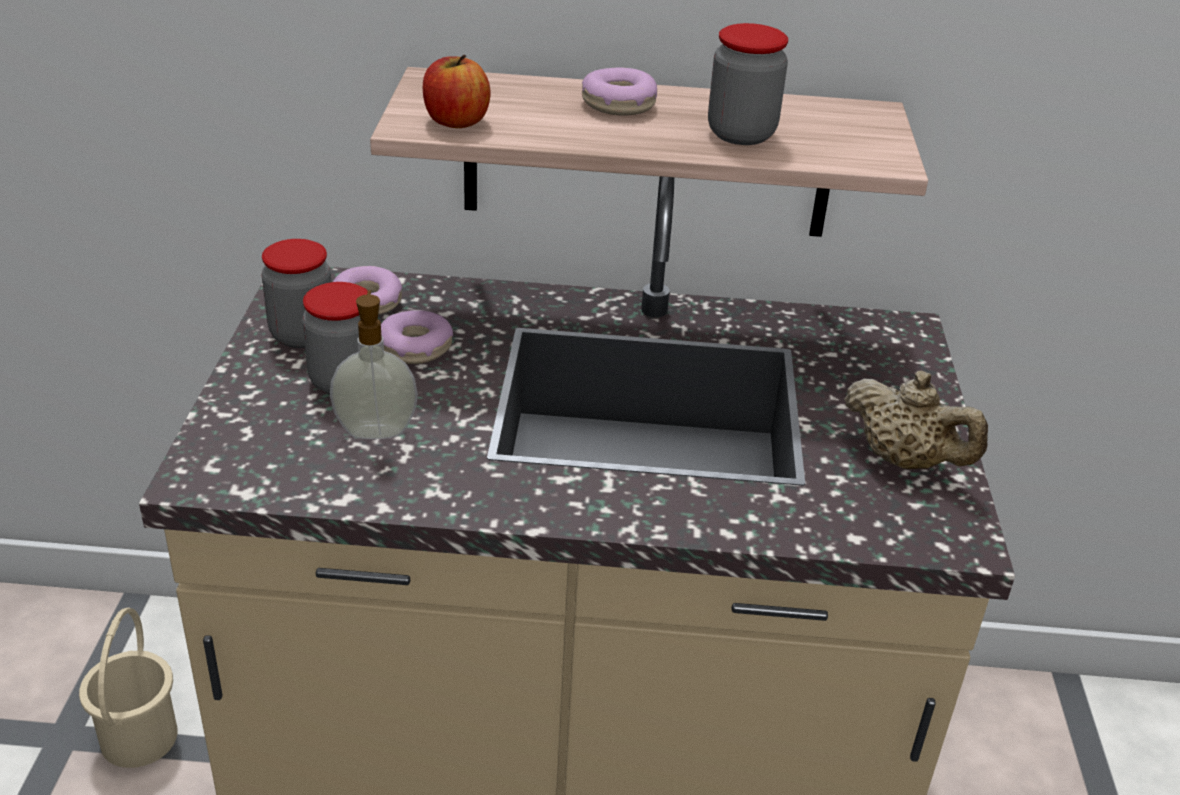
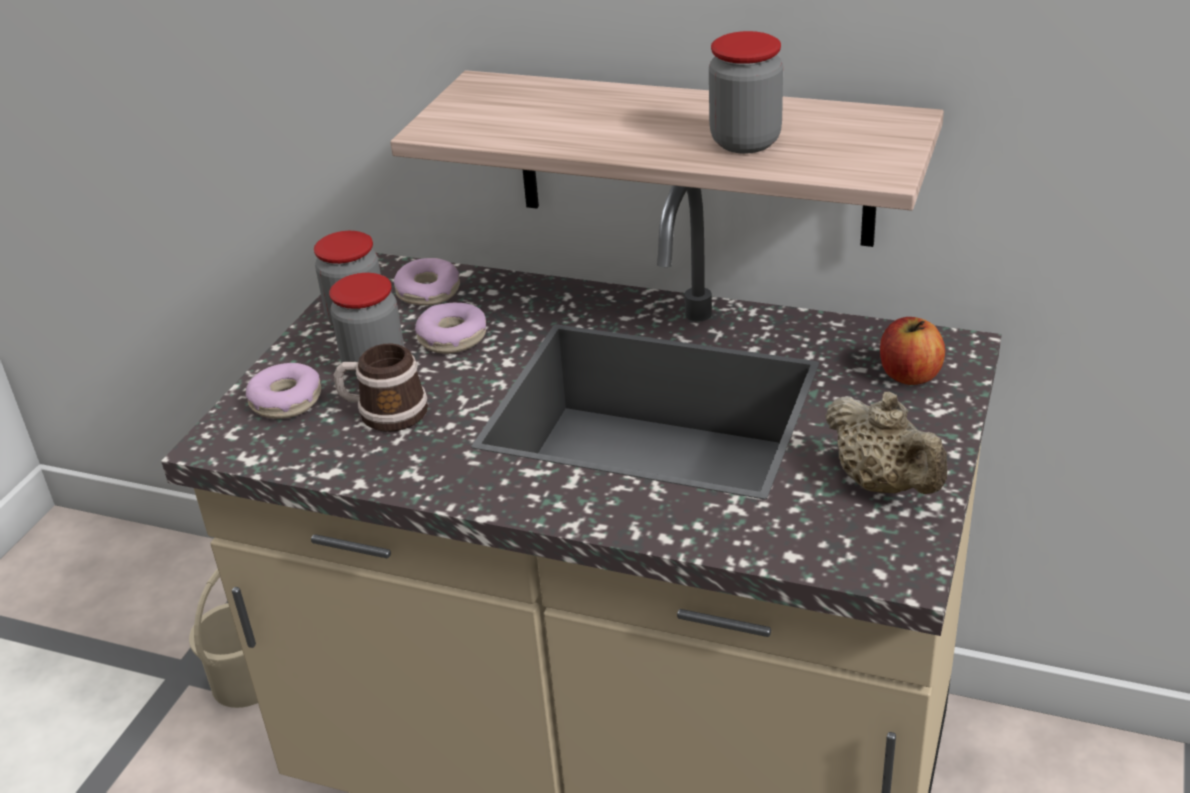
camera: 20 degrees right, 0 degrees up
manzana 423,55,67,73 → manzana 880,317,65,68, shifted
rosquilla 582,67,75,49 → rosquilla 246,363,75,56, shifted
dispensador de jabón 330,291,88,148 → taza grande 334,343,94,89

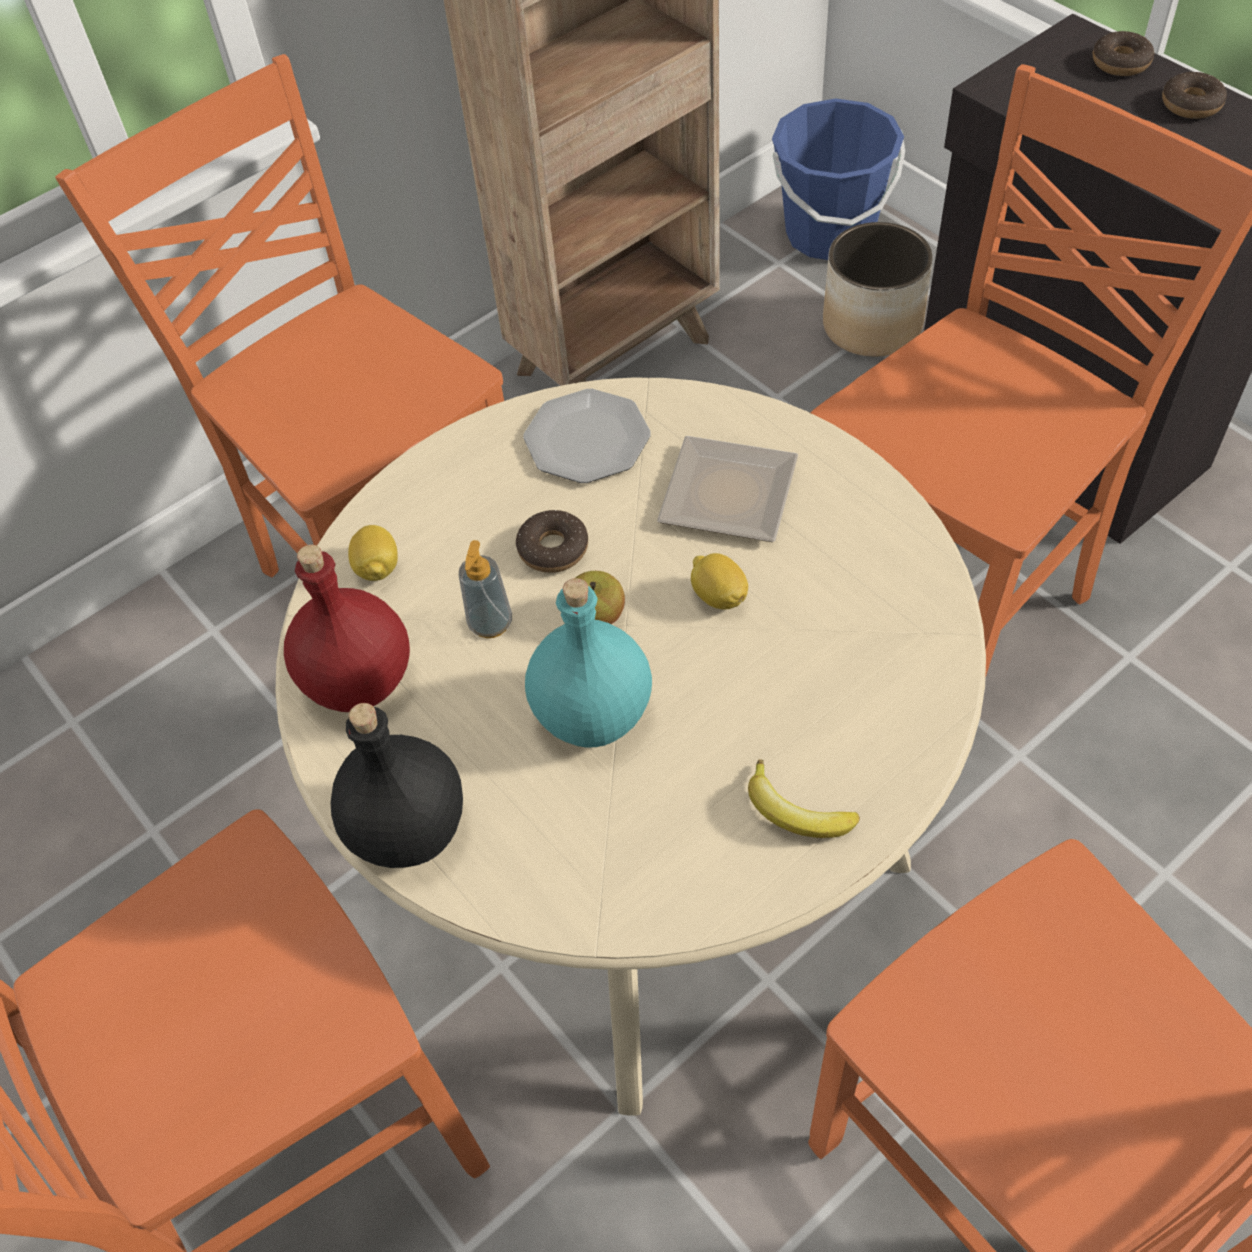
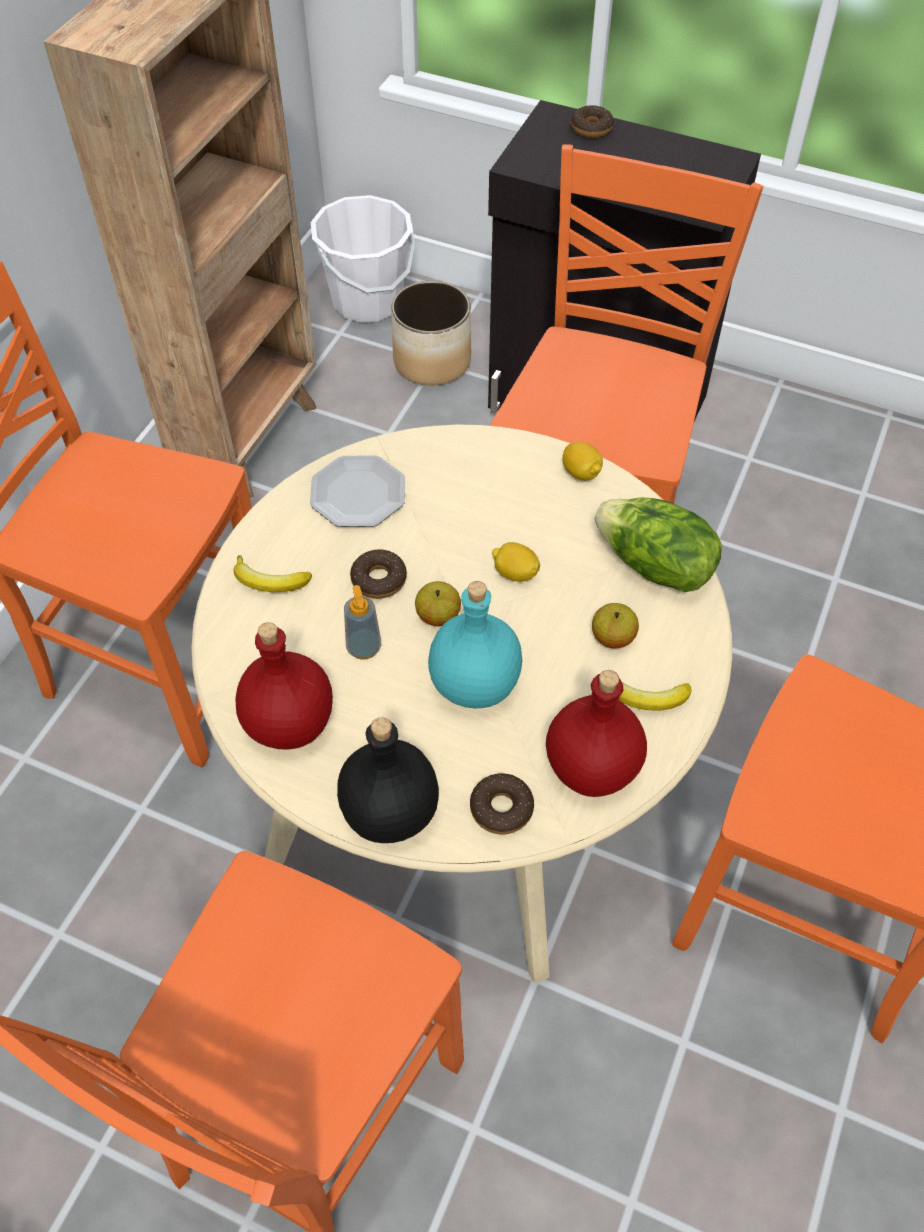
camera: 30 degrees left, 0 degrees up
rosquilla 1162,72,65,47 → rosquilla 470,774,64,60, shifted
cubo [azul] 772,98,133,162 → cubo [blanco] 311,195,104,128
plato 657,436,141,106 → -
limón 348,525,50,56 → limón 562,442,41,39, shifted
- → lechuga 595,498,127,94
- → plátano 234,555,78,37
- → manzana 592,603,47,46
- → botella [rojo] 546,670,101,127

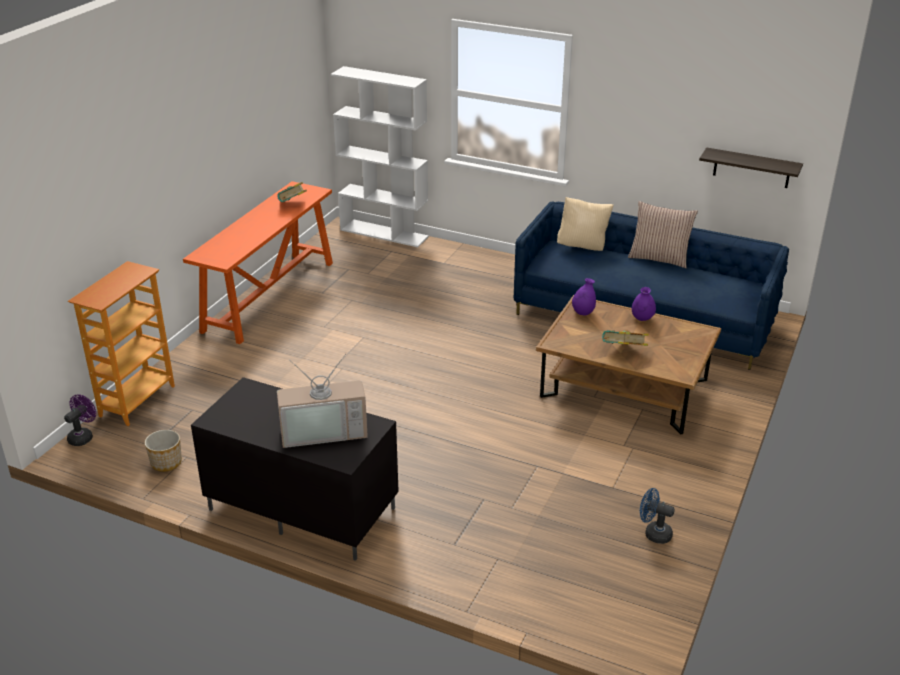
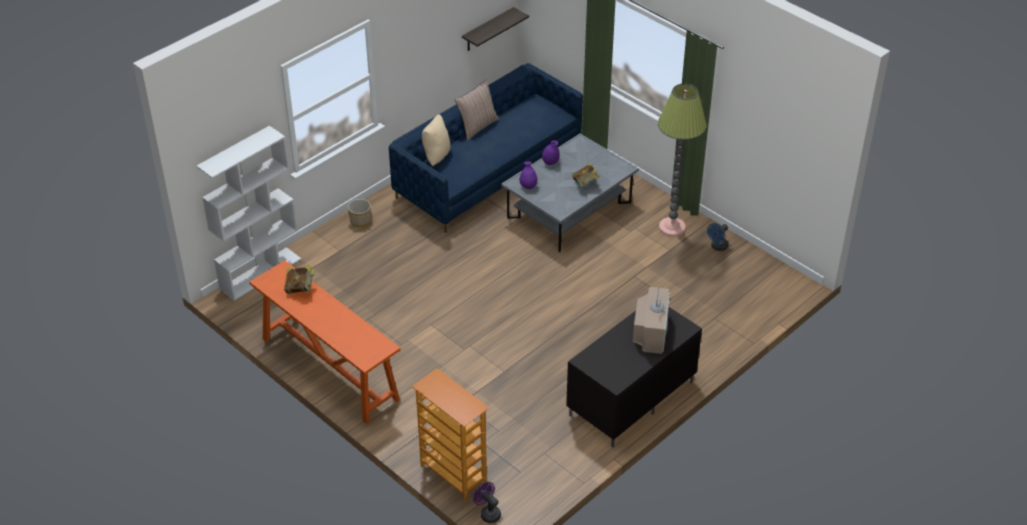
camera: 70 degrees left, 10 degrees up
mesa de centro [marrón] 536,295,185,139 → mesa de centro [gris] 501,134,138,118
maceta 145,430,37,42 → maceta 348,199,23,28, shifted
- → lámpara de pie 658,84,49,153

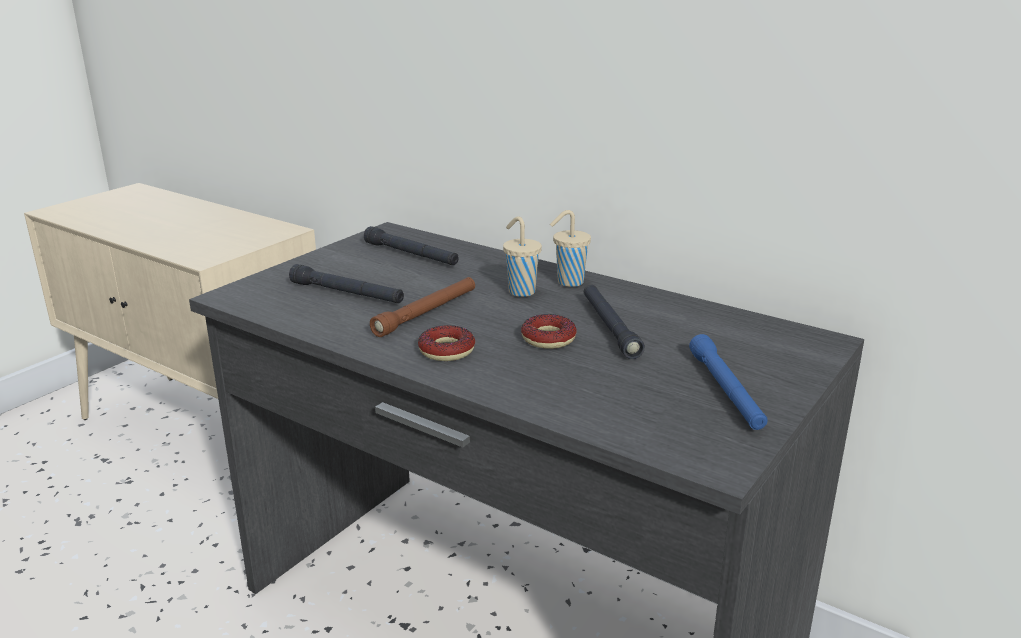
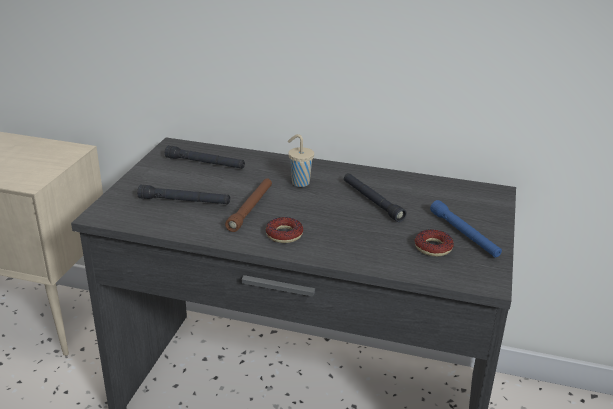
camera: 20 degrees left, 5 degrees up
taza [beis] 550,210,41,77 → -
rosquilla 521,314,56,35 → rosquilla 415,229,39,27, shifted

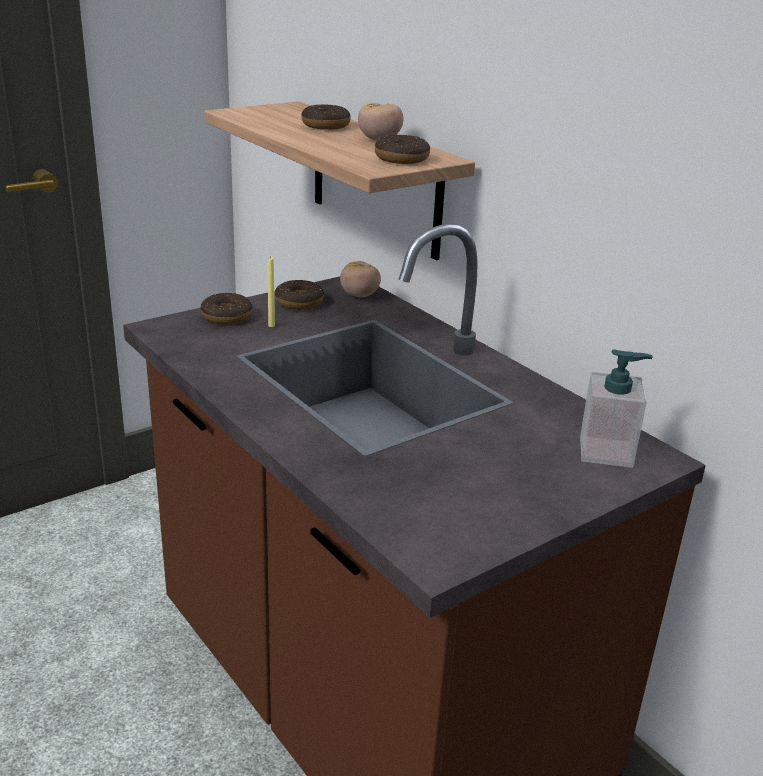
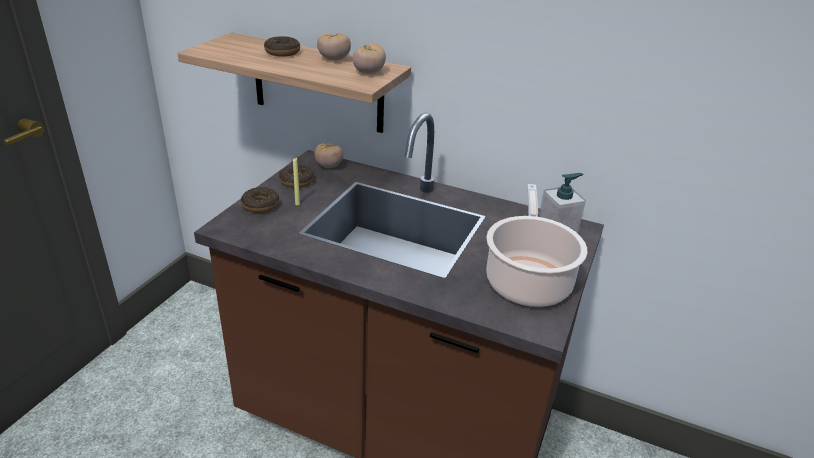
camera: 30 degrees left, 5 degrees up
rosquilla 375,135,55,29 → tomate 353,44,33,30
- → olla 486,184,101,123

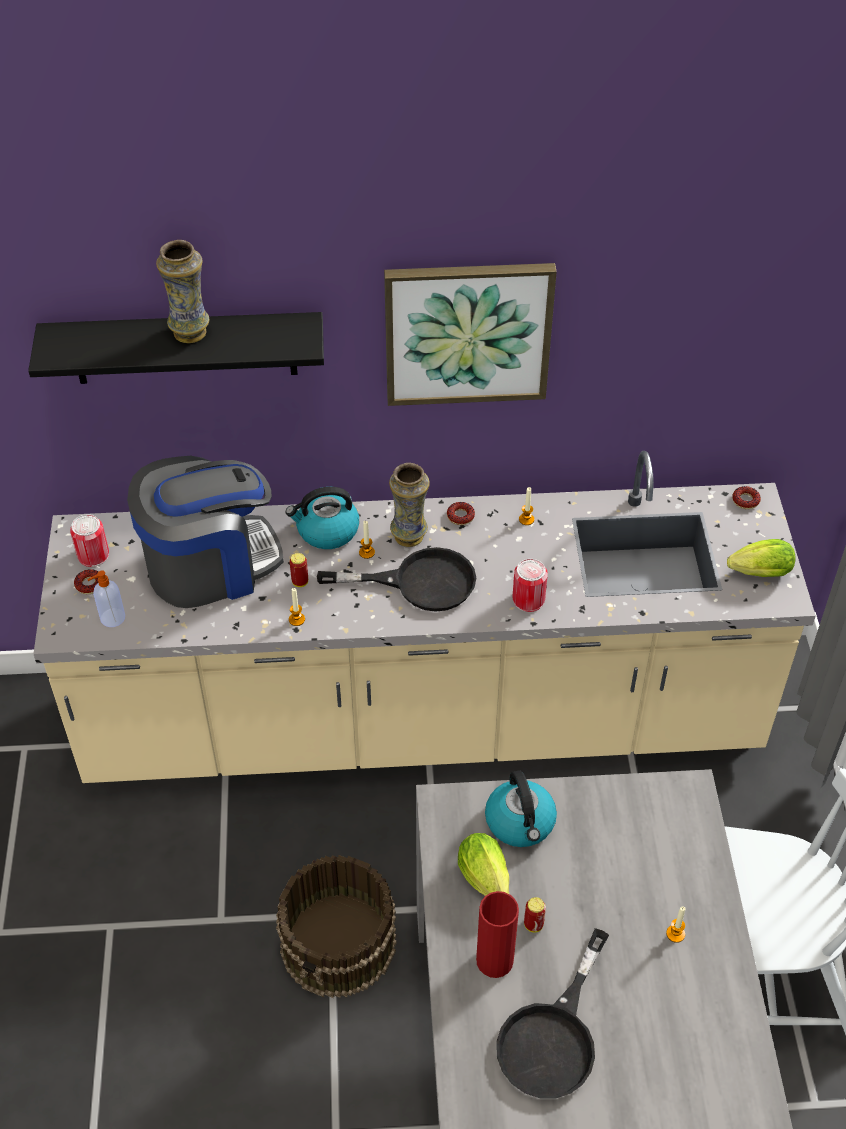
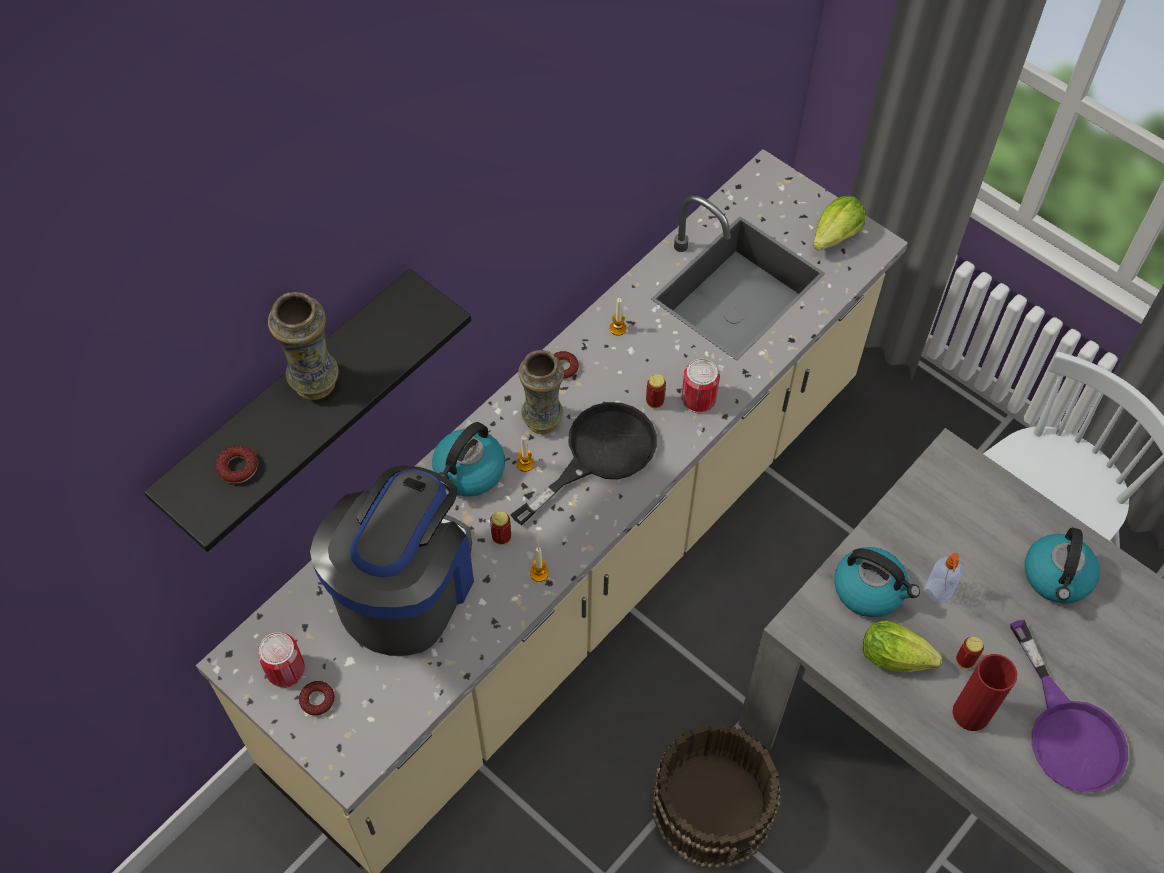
camera: 45 degrees left, 10 degrees up
cuadro 384,263,173,143 → -
rosquilla 732,486,29,23 → rosquilla 216,445,42,39, shifted
dispensador de jabón 87,570,38,57 → dispensador de jabón 925,553,37,49, shifted
vela 666,906,20,37 → hervidor 1025,528,75,76
sartén [negro] 496,928,113,171 → sartén [morado] 1010,620,118,173
- → lata 646,374,20,35

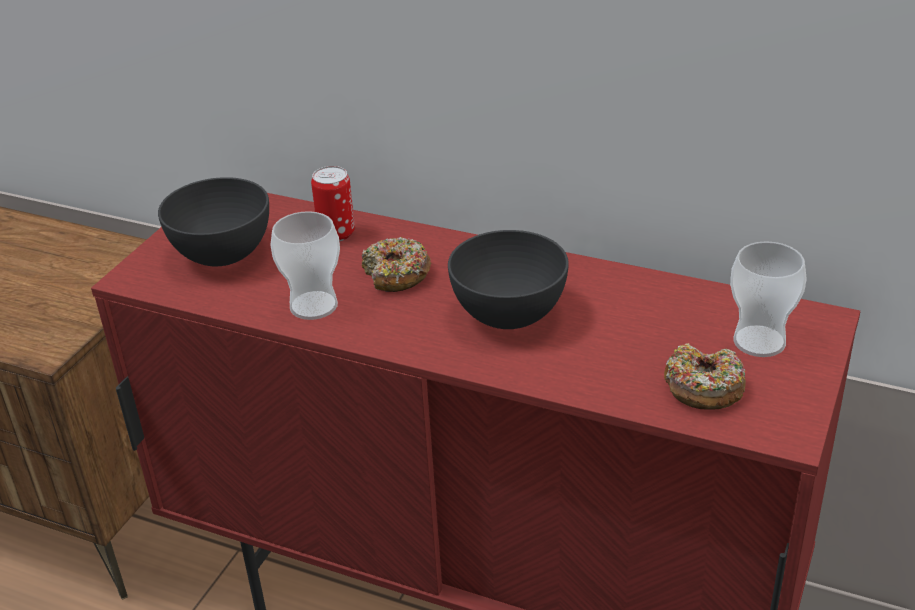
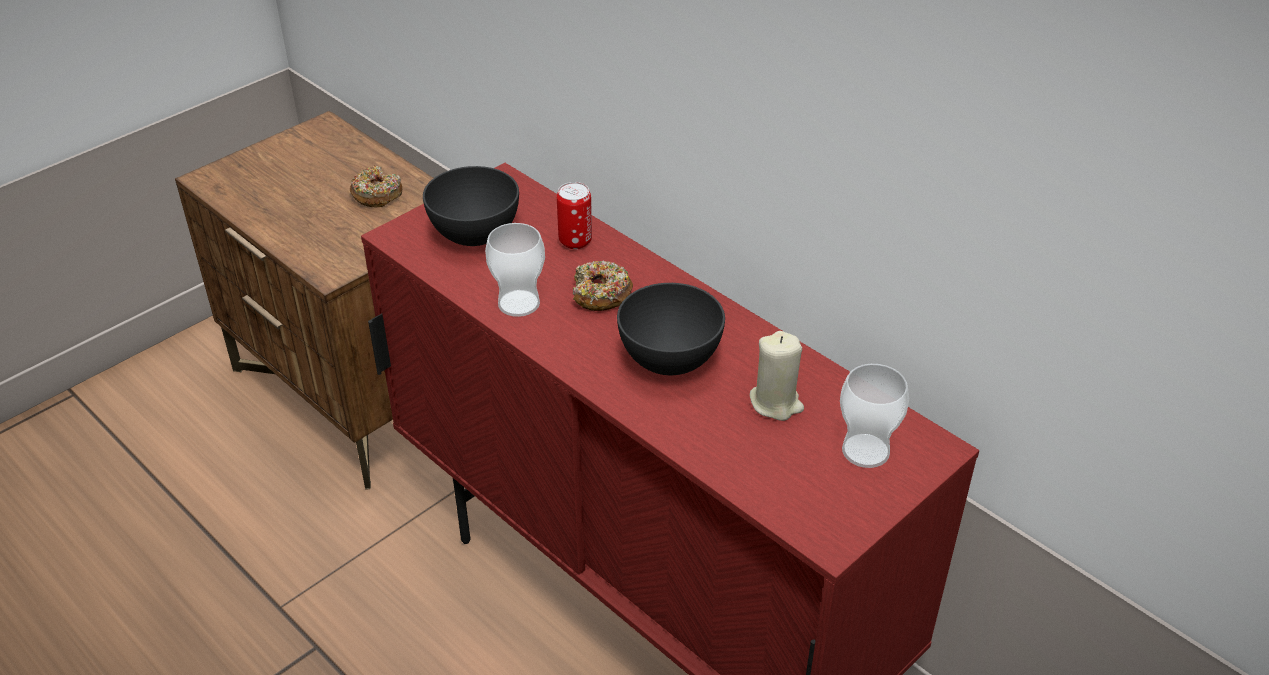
camera: 20 degrees right, 5 degrees up
rosquilla 664,343,82,67 → rosquilla 350,166,52,41, shifted
- → vela [beis] 750,331,54,90

